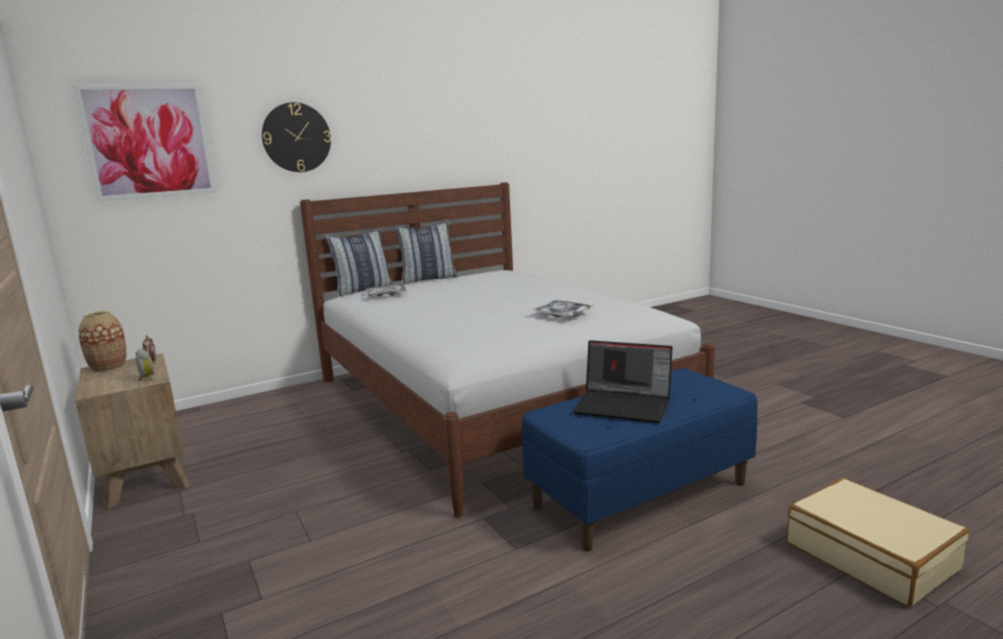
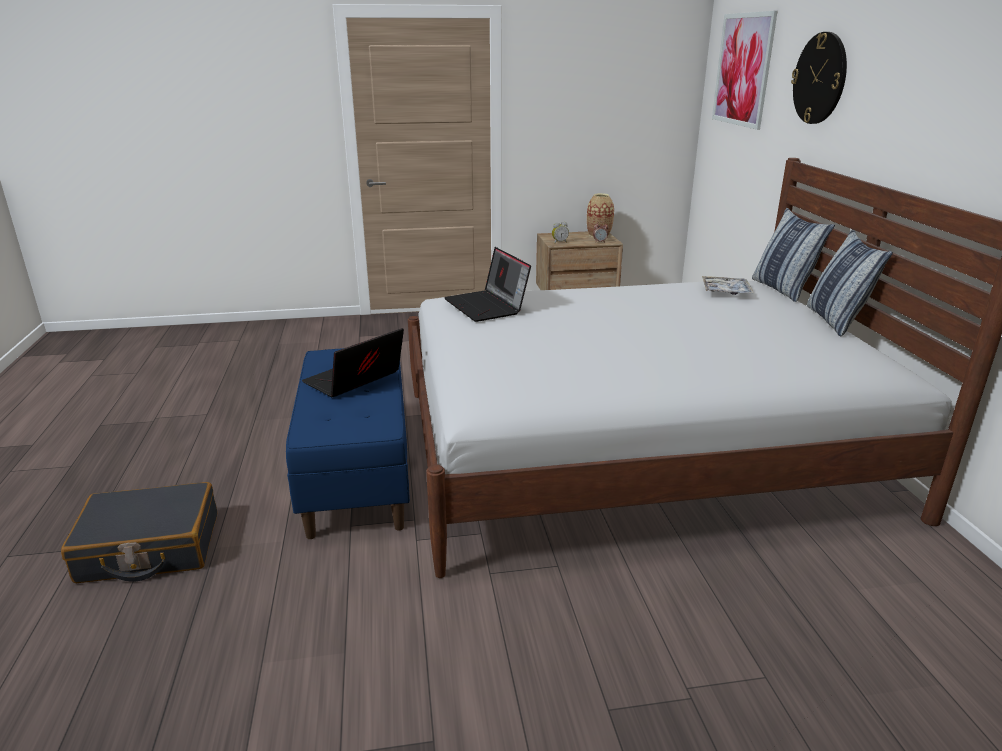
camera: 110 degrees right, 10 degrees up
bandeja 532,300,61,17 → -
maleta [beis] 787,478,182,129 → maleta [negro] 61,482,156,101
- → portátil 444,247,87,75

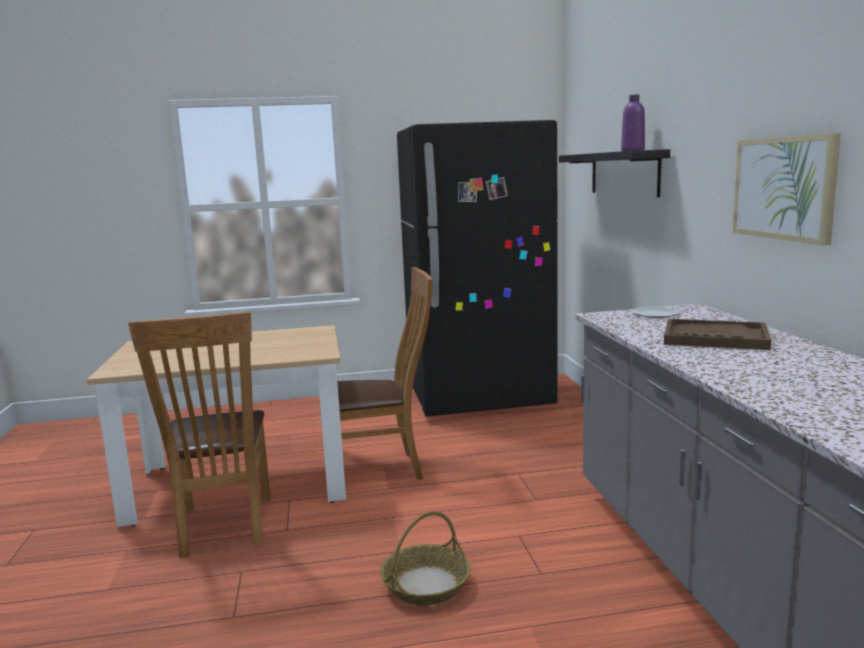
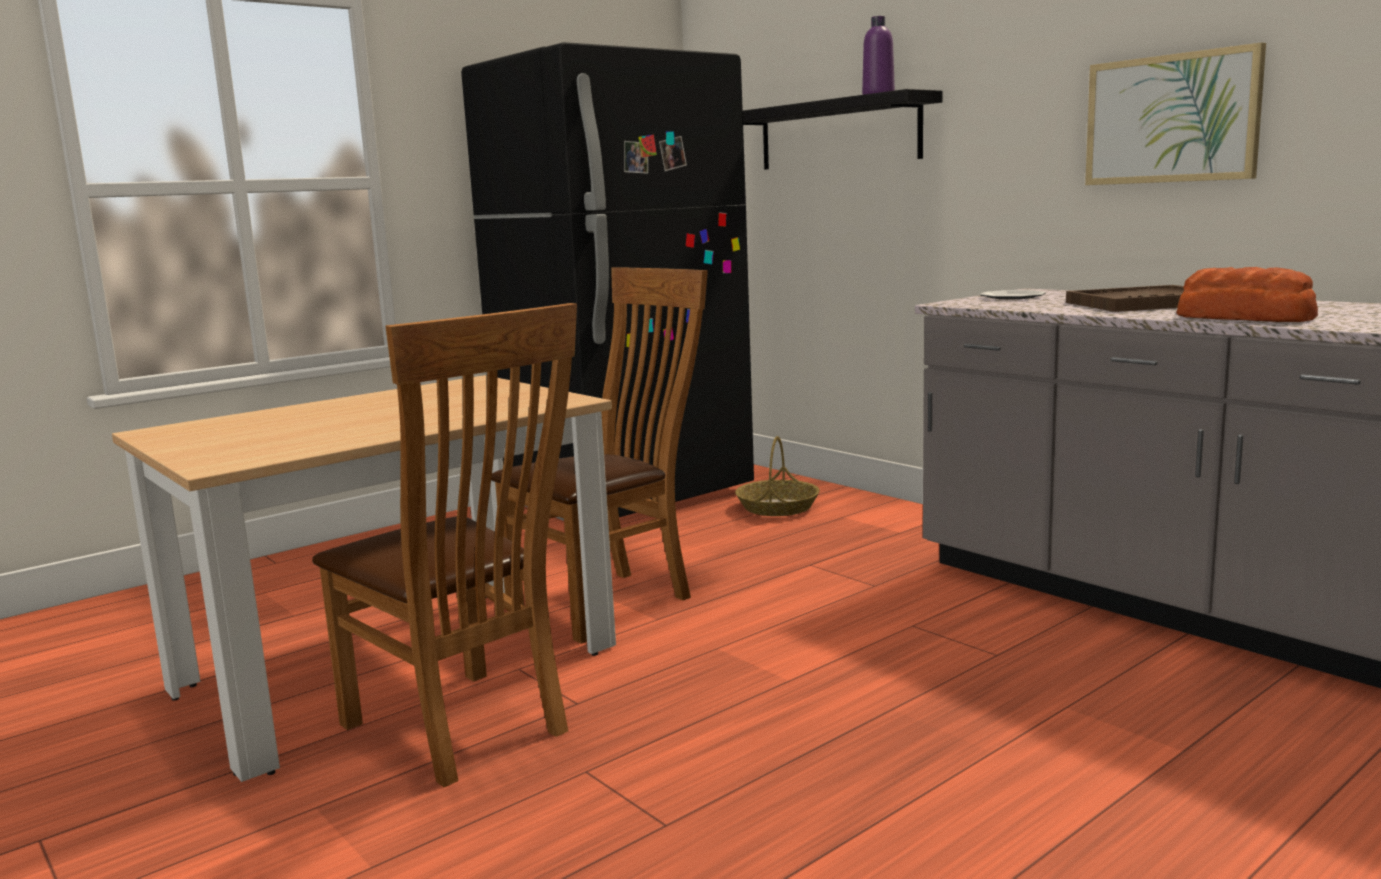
camera: 30 degrees left, 0 degrees up
cesta 380,511,91,94 → cesta 735,436,85,80, shifted
- → pan 1176,267,142,55

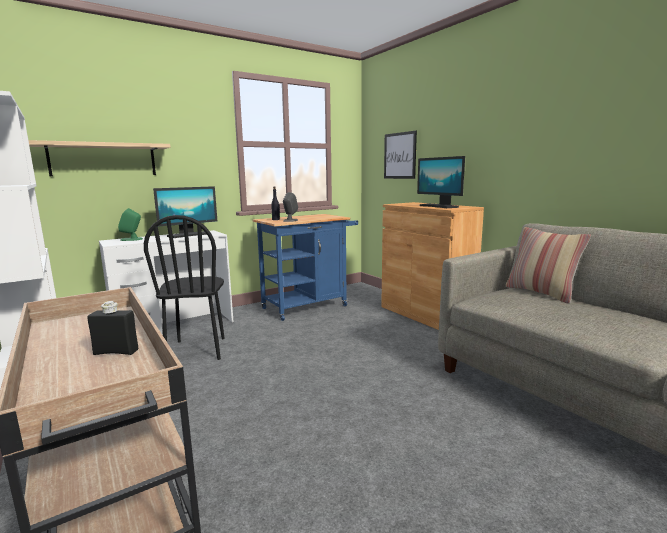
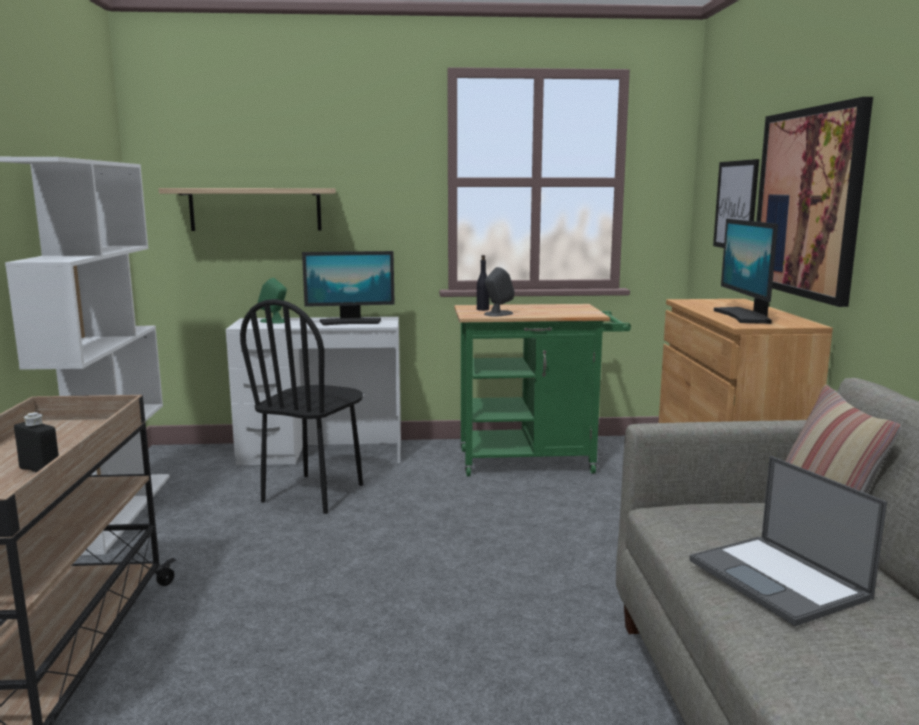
camera: 30 degrees right, 0 degrees up
carrito [azul] 253,214,105,107 → carrito [verde] 454,304,177,172
- → cuadro 756,97,117,210
- → portátil 689,456,198,170

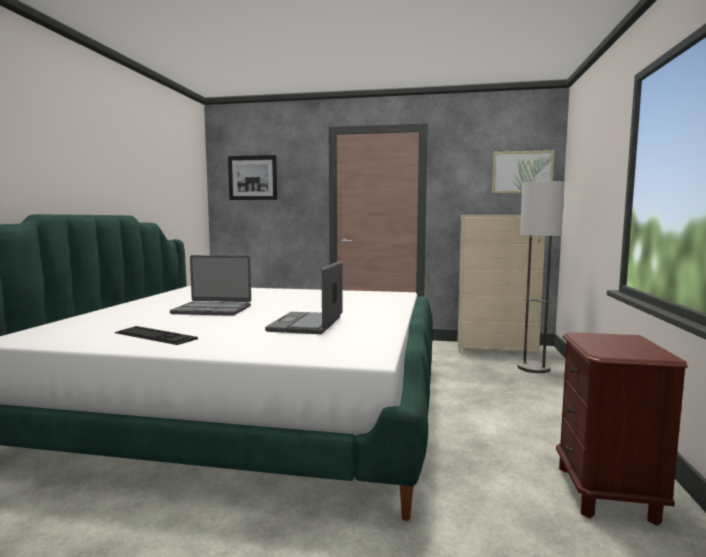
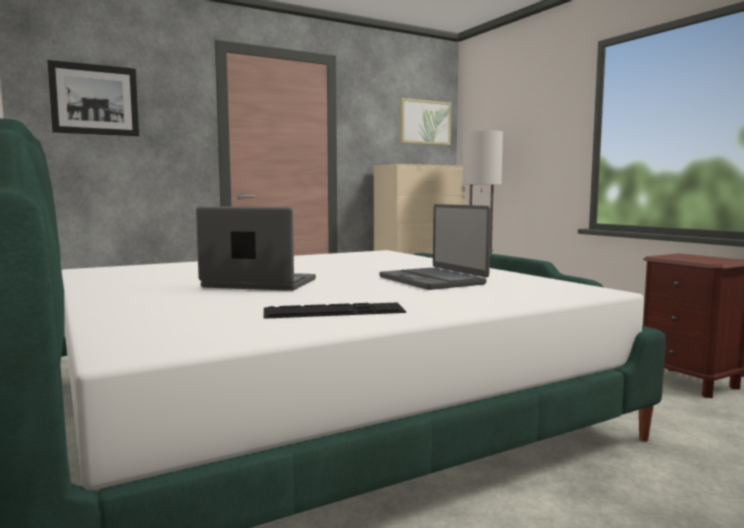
camera: 40 degrees left, 0 degrees up
portátil 170,255,81,61 → portátil 196,206,120,85, 135 degrees counterclockwise

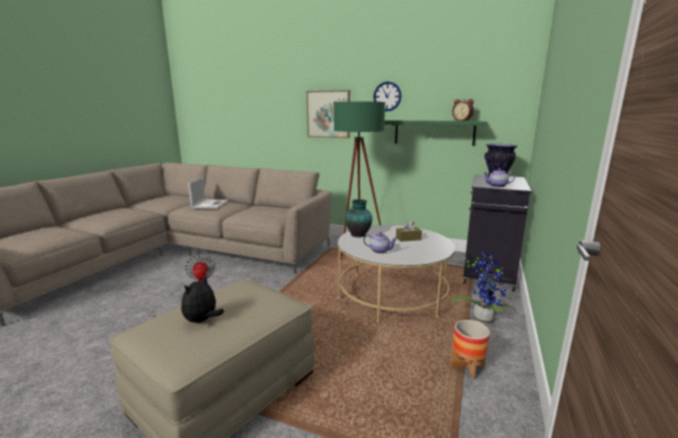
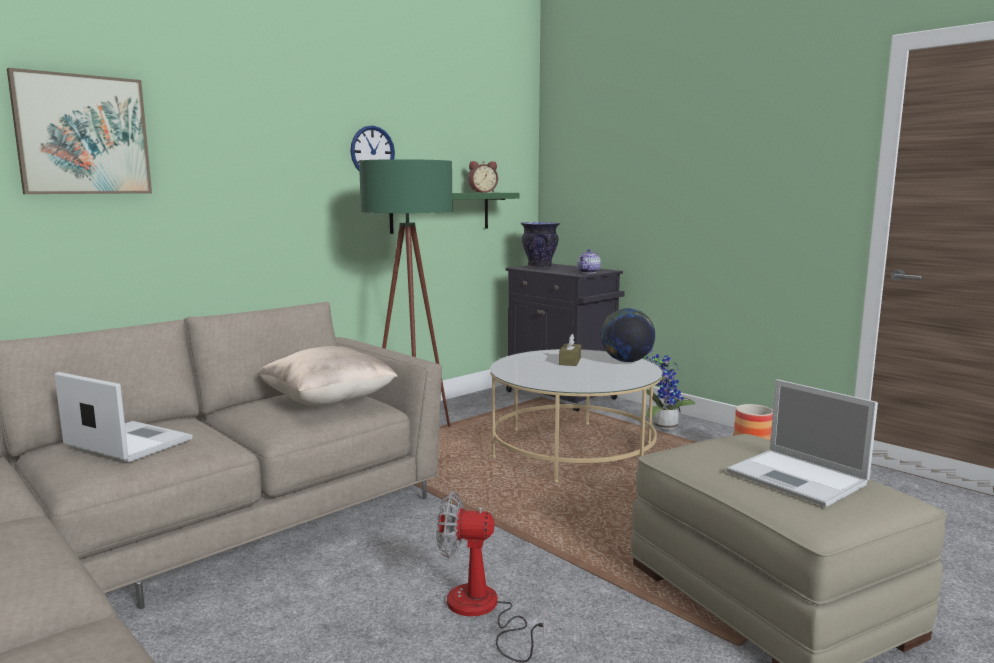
camera: 65 degrees left, 5 degrees down
cuadro 307,90,43,48 → cuadro 7,68,145,126, shifted
florero 345,199,27,38 → -
tetera 363,232,34,22 → -
peluche 181,275,43,48 → portátil 727,379,151,128
- → globo terráqueo 601,308,54,54
- → cojín [beis] 259,346,139,60

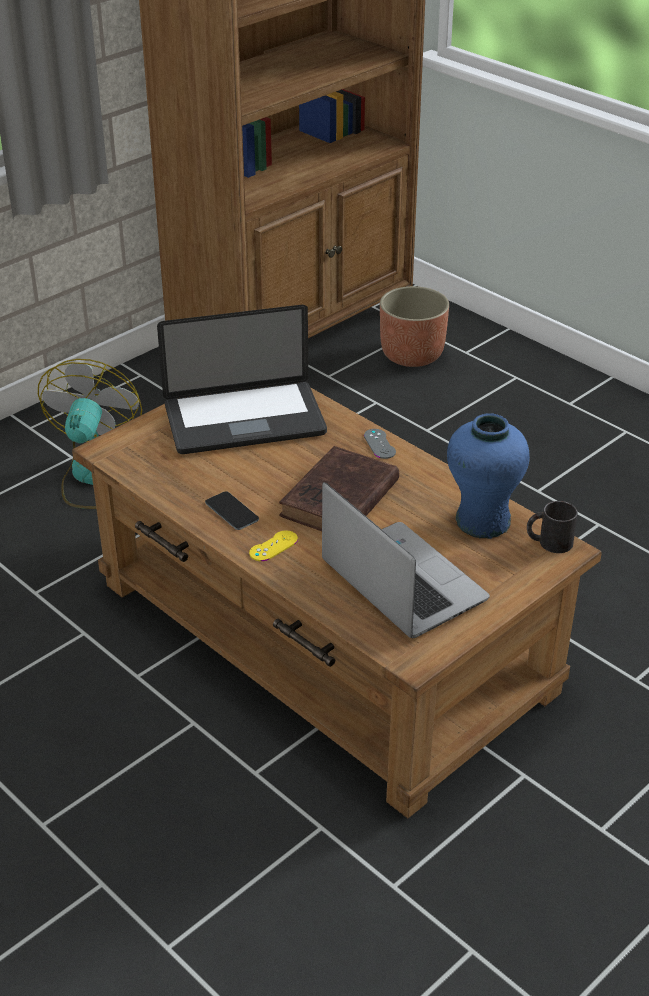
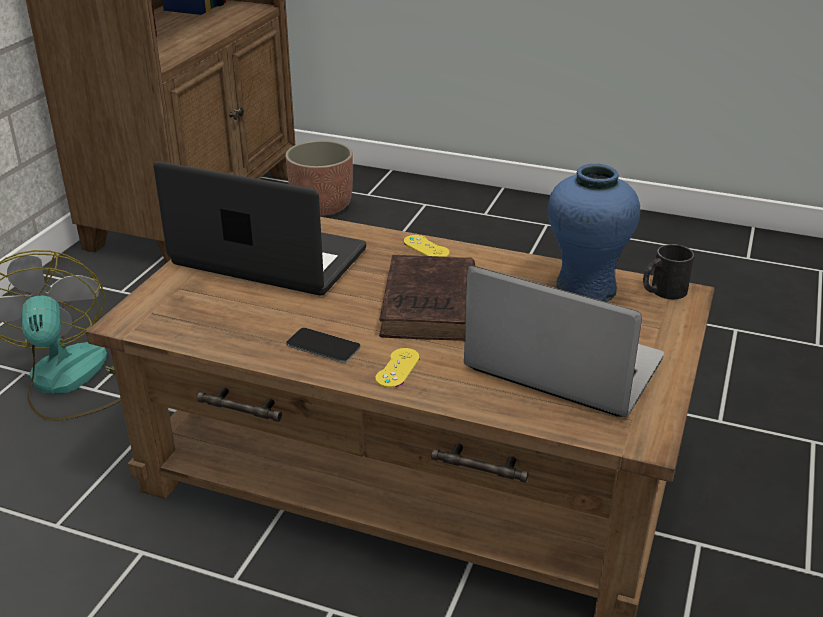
camera: 25 degrees left, 5 degrees down
portátil 157,305,170,149 → portátil 153,161,213,135, 120 degrees counterclockwise
mando de consola [gris] 364,429,32,30 → mando de consola [amarillo] 404,235,46,22

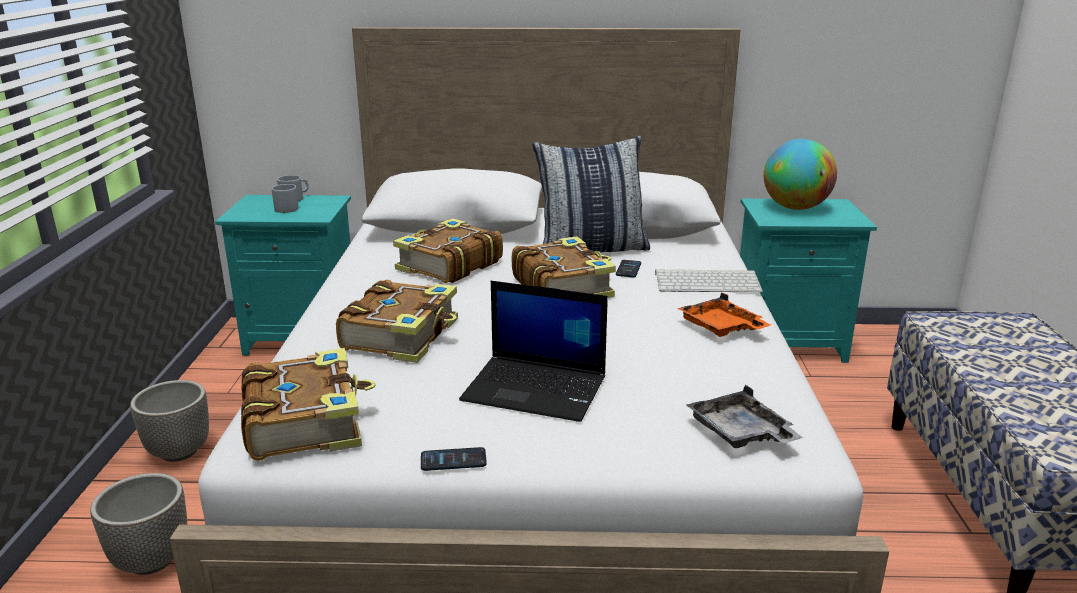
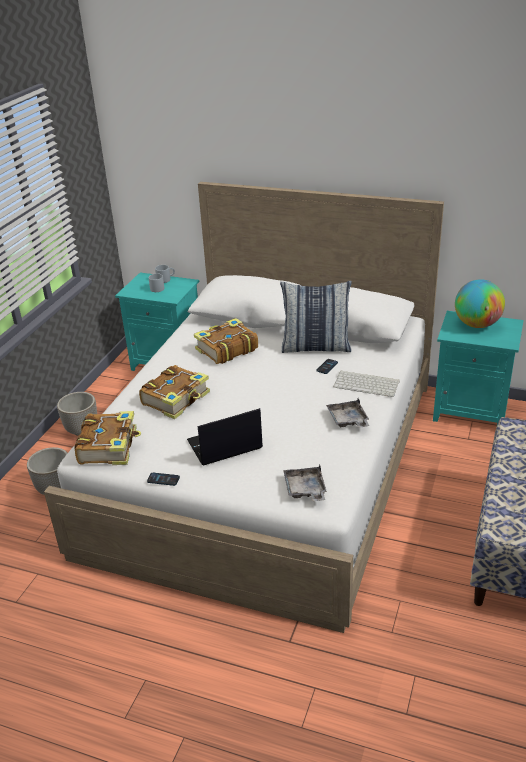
camera: 20 degrees right, 10 degrees up
libro 512,236,104,62 → -
portátil 459,281,149,141 → portátil 187,408,76,57, 120 degrees clockwise
bandeja [naranja] 677,292,94,45 → bandeja [gris] 326,398,43,30

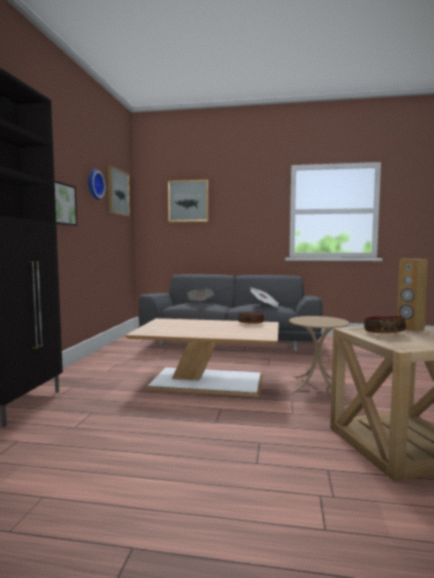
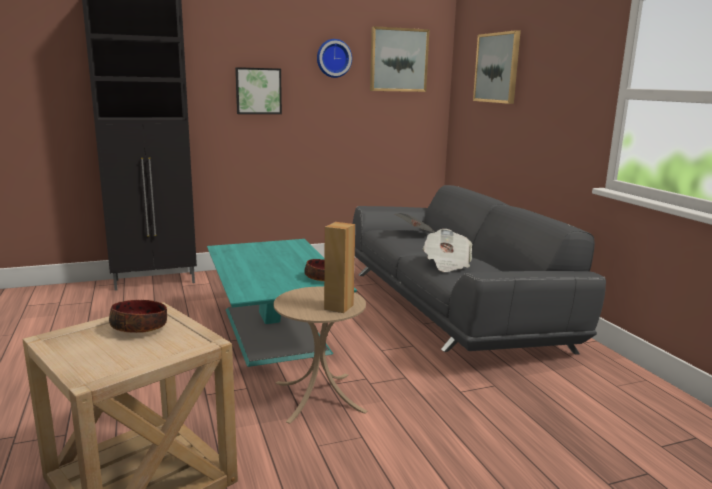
camera: 60 degrees right, 10 degrees up
altavoz [marrón] 397,259,31,73 → altavoz [marrón] 324,222,31,91, shifted
mesa de centro [marrón] 126,318,153,79 → mesa de centro [turquesa] 207,239,150,128

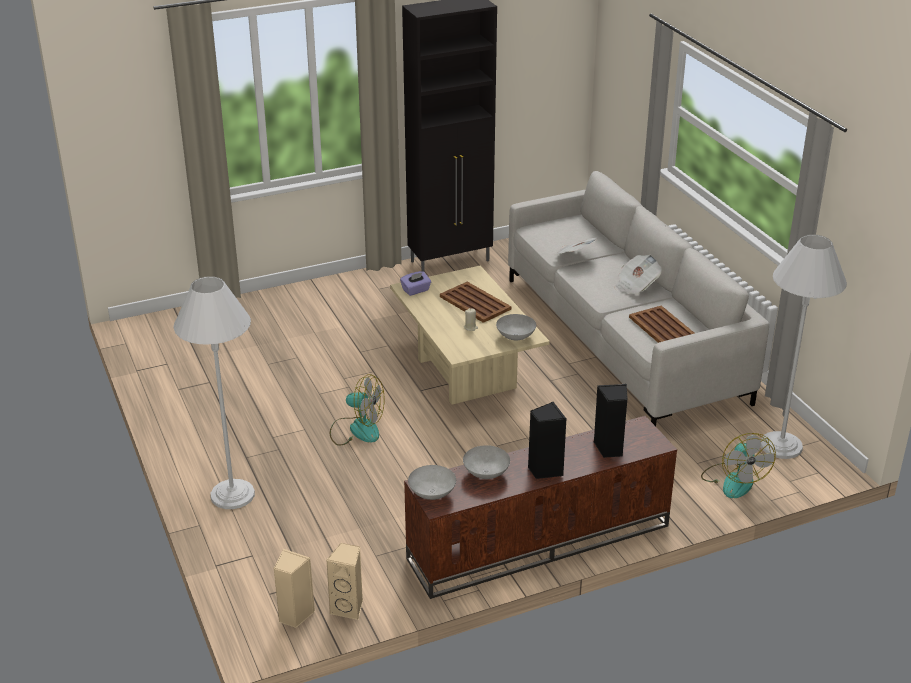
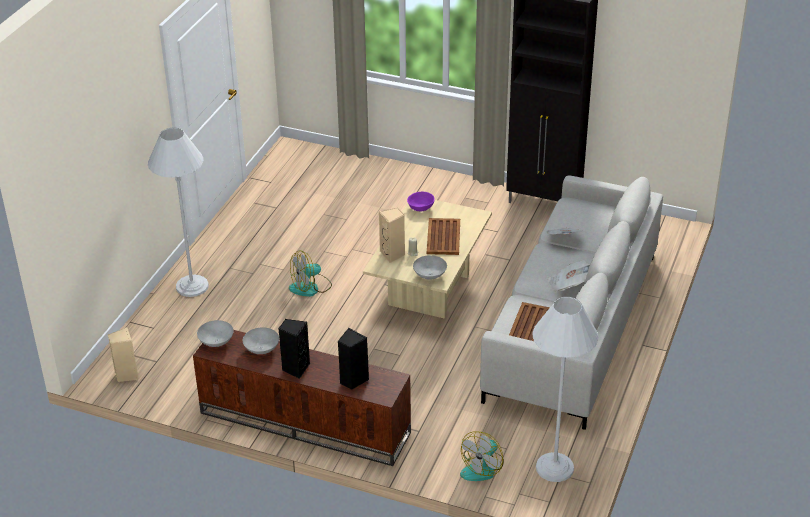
camera: 45 degrees right, 5 degrees up
caja de pañuelos [morado] 400,271,31,25 → cuenco [morado] 407,192,28,19
ventilador 329,374,55,72 → ventilador 289,250,43,47, 90 degrees clockwise
altavoz [beis] 326,543,37,77 → altavoz [beis] 379,208,26,55, shifted

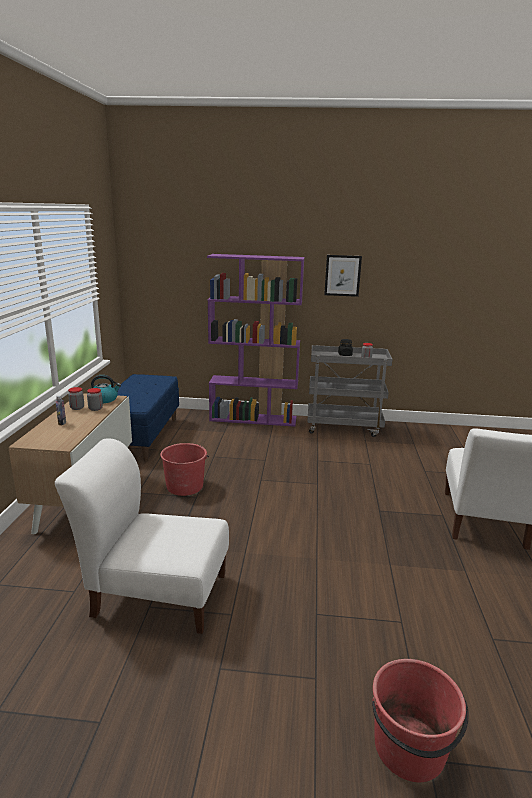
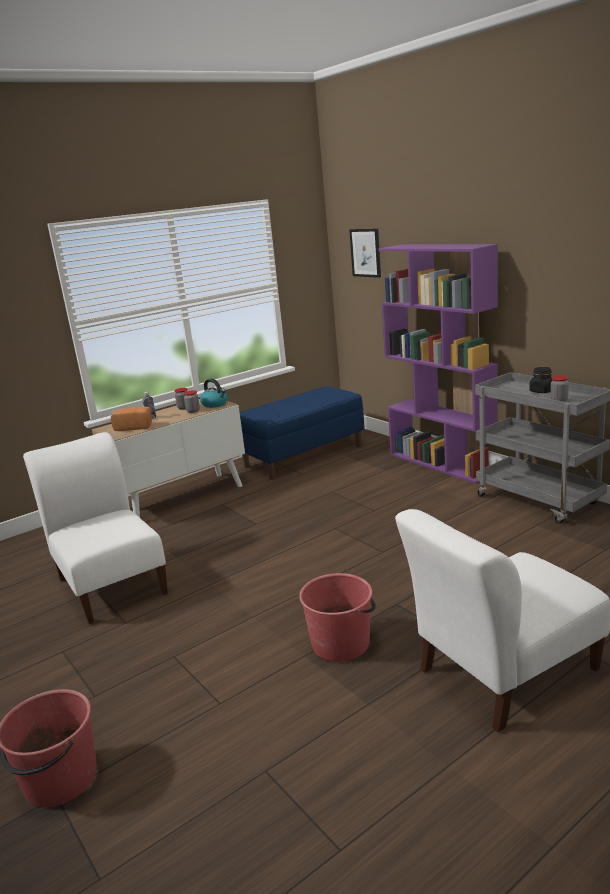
camera: 50 degrees right, 0 degrees up
cuadro 324,255,38,42 → cuadro 349,228,32,50, shifted
cubo [rojo] 160,443,49,53 → cubo [rojo] 299,573,77,89, shifted
- → pan 111,407,41,24

